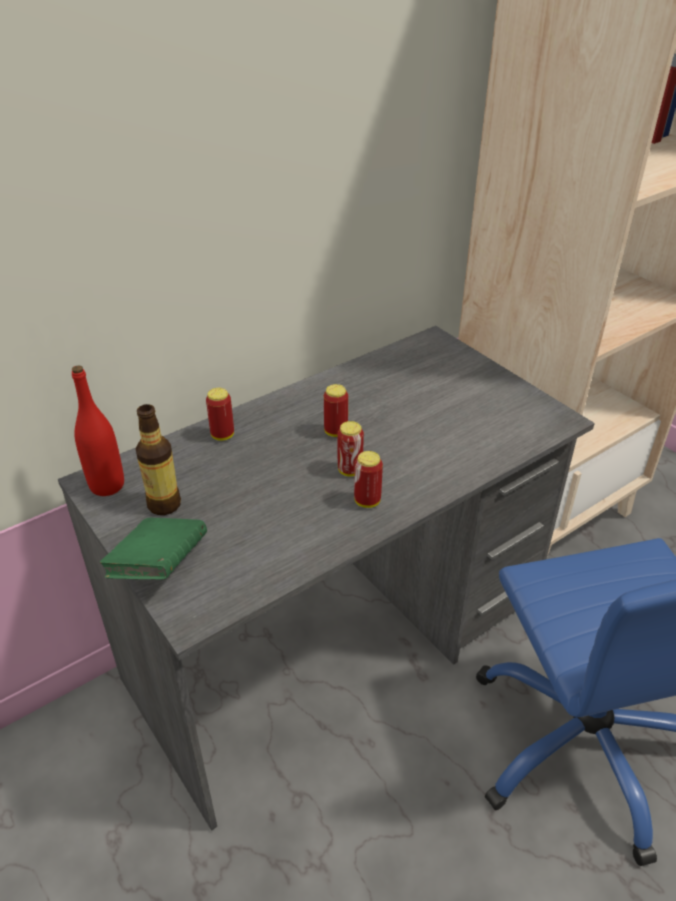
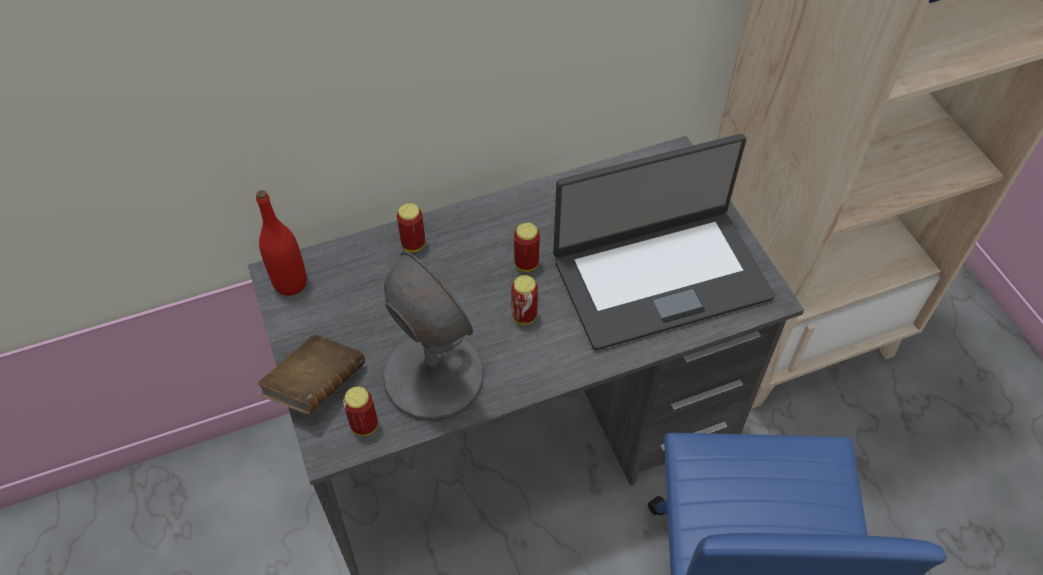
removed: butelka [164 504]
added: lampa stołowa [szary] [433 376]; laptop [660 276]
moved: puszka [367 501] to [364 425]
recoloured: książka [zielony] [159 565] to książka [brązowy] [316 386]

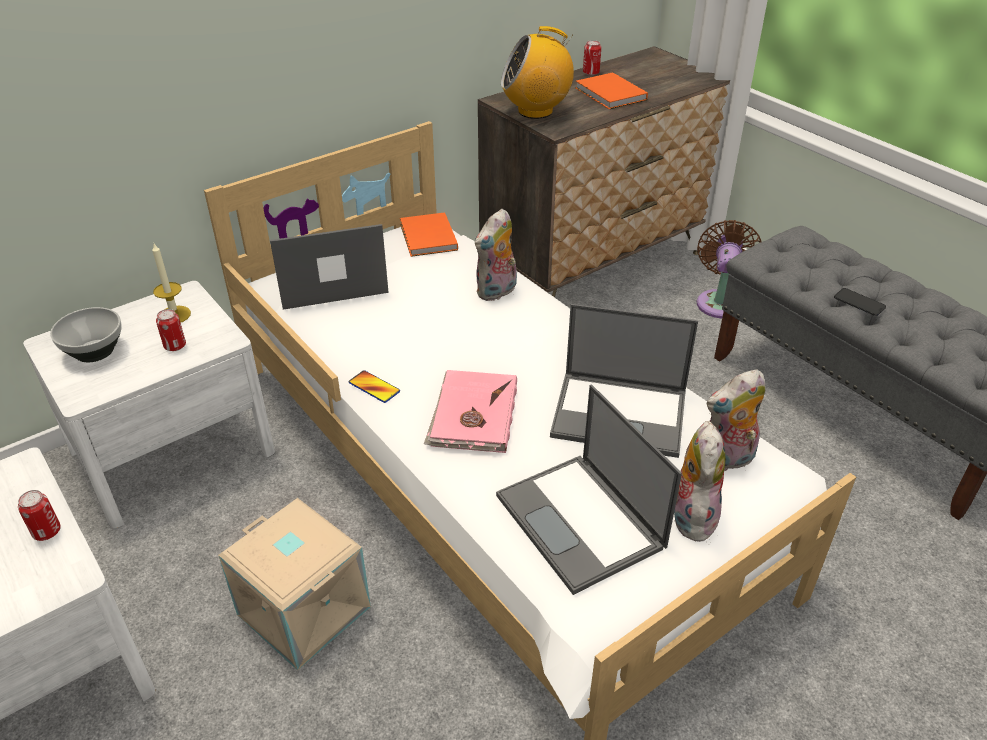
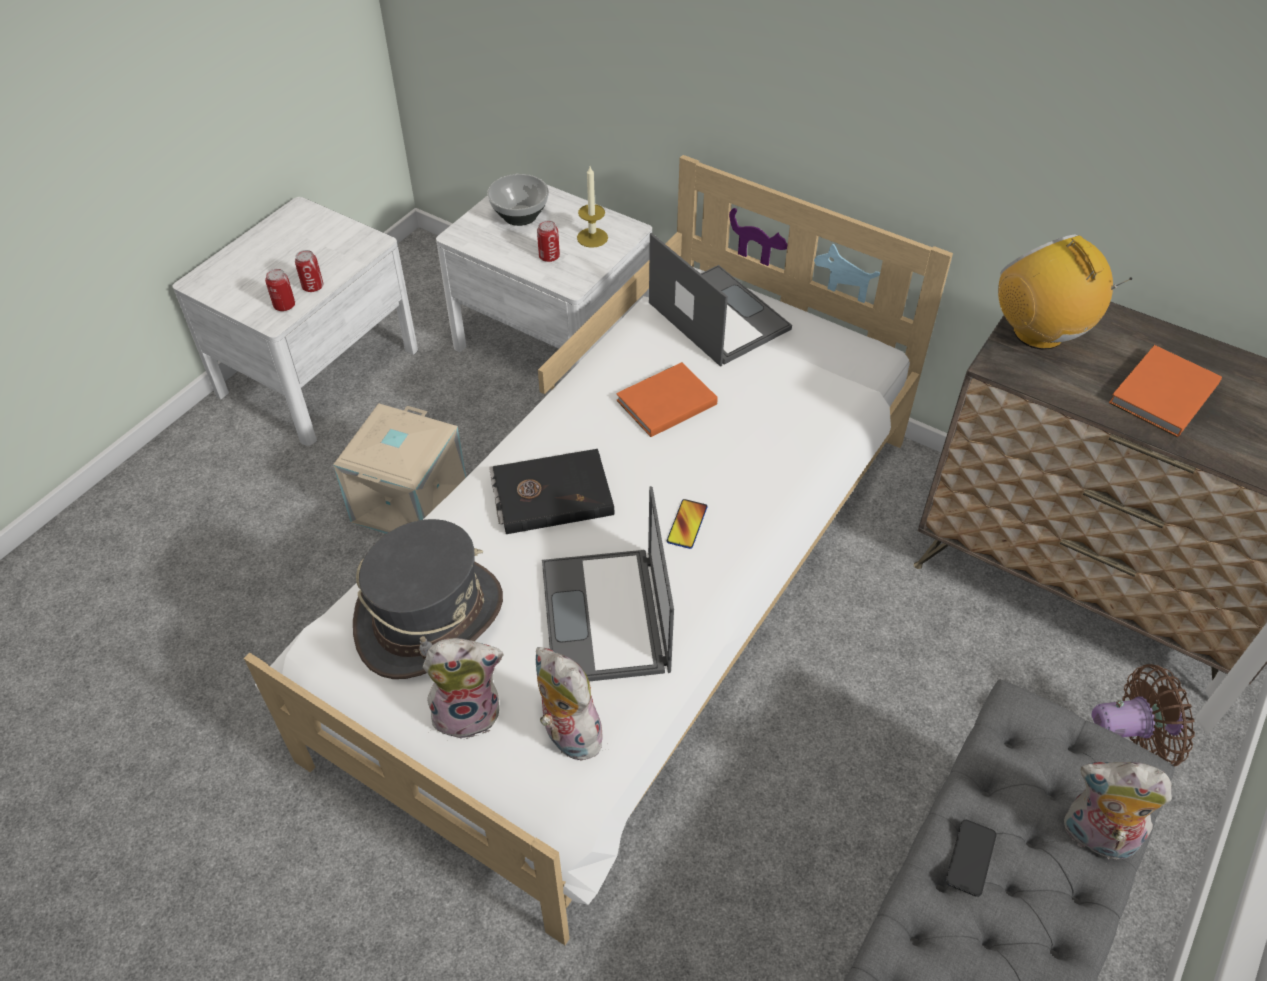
moved: puszka [591 73] to [284 305]; książka [pomarańczowy] [427 238] to [663 402]; telefon [374 387] to [687 524]; pluszak [497 292] to [1095 837]
replaced: laptop [581 522] to kapelusz [szary] [430 619]
recoloured: książka [różowy] [472 415] to książka [czarny] [551 493]

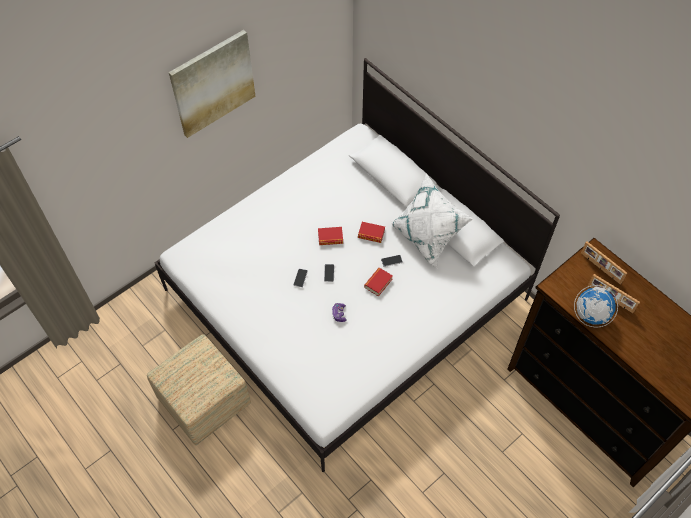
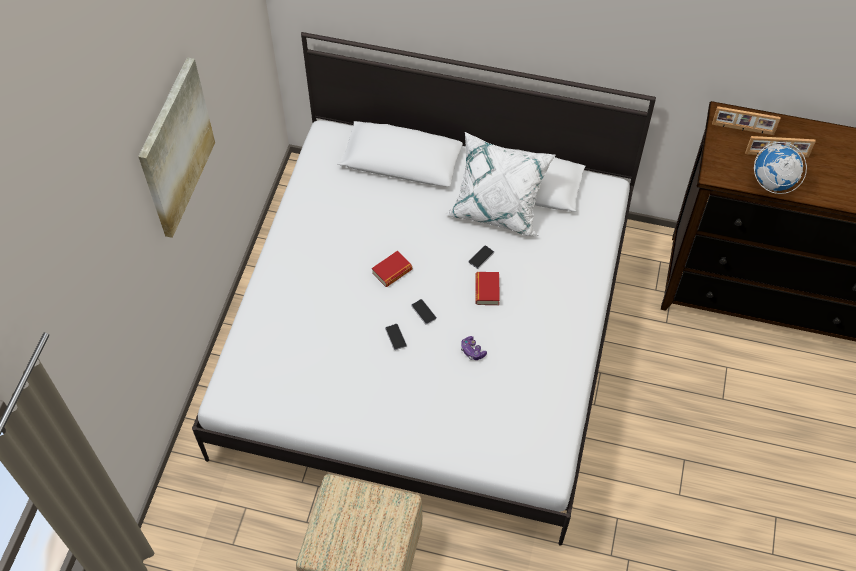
removed: książka [371 234]

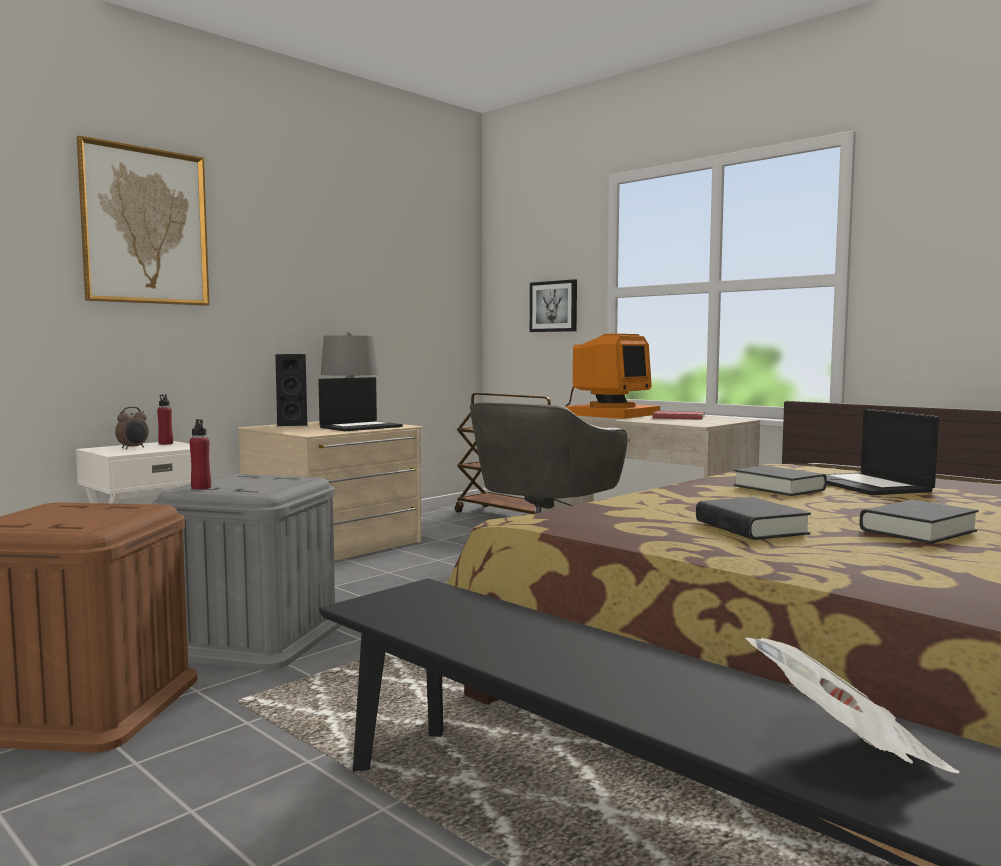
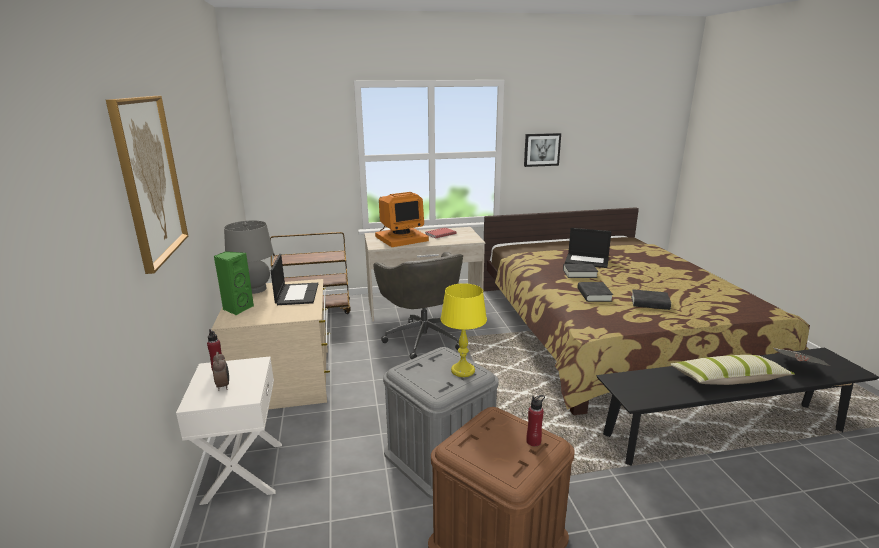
added: lampa stołowa [żółty] [462 370]; poduszka [728 379]
moved: obraz [554 306] to [541 149]; butelka [czerwony] [201 488] to [533 441]; książka [czarny] [917 530] to [594 295]
recoloured: głośnik [czarny] [293 424] to głośnik [zielony] [237 308]
turned: monitor [610 414] = [401 238] 75 degrees clockwise

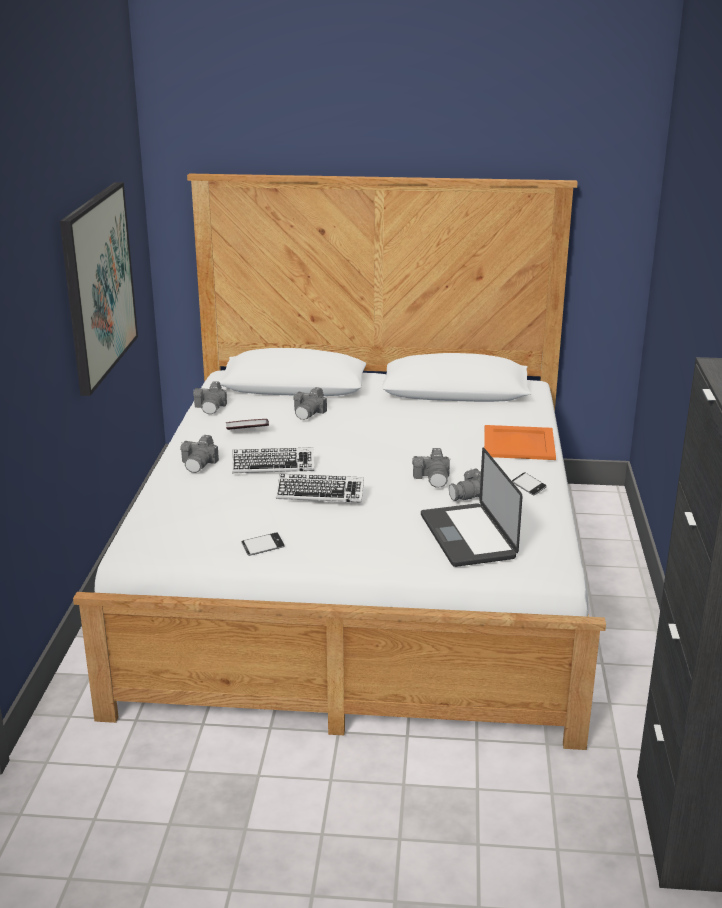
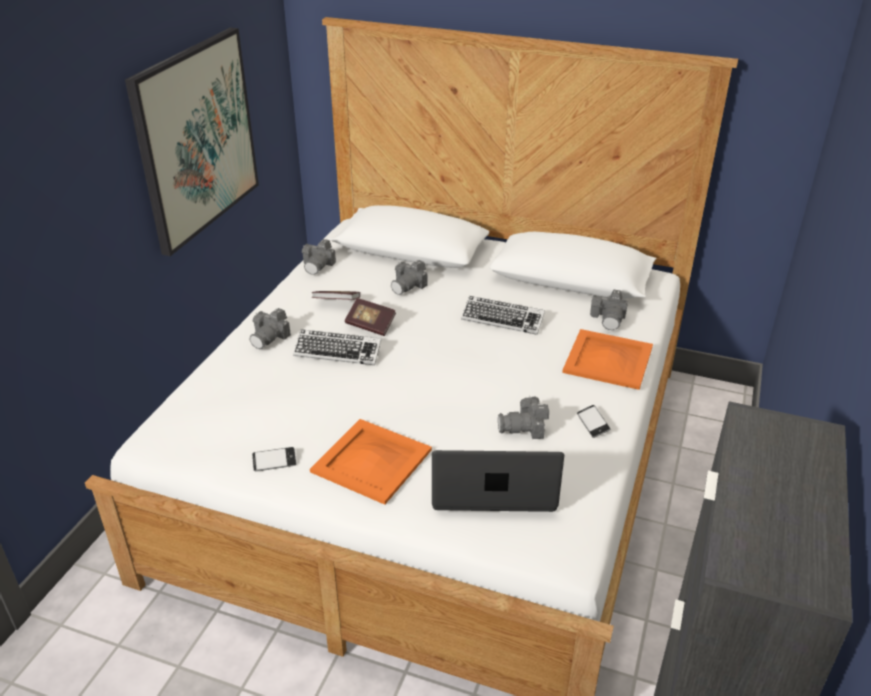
added: taca [pomarańczowy] [370 461]; książka [370 325]
moved: klawiatura [320 493] to [502 319]; aparat fotograficzny [433 478] to [609 319]
turned: laptop [467 536] = [493 486] 90 degrees clockwise

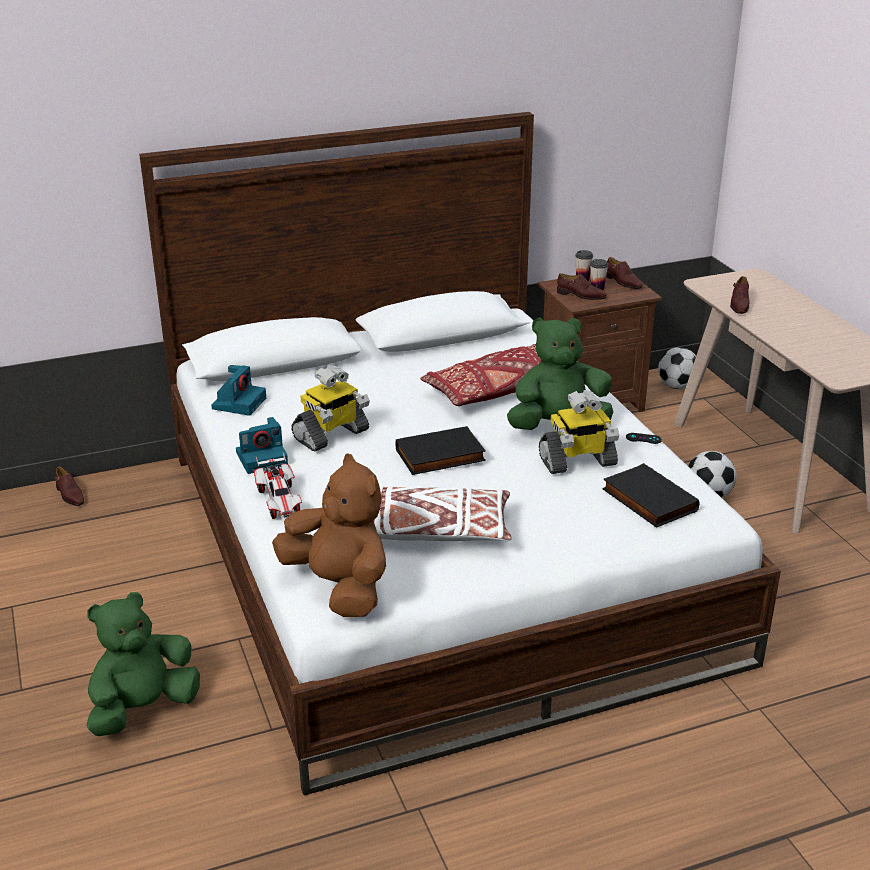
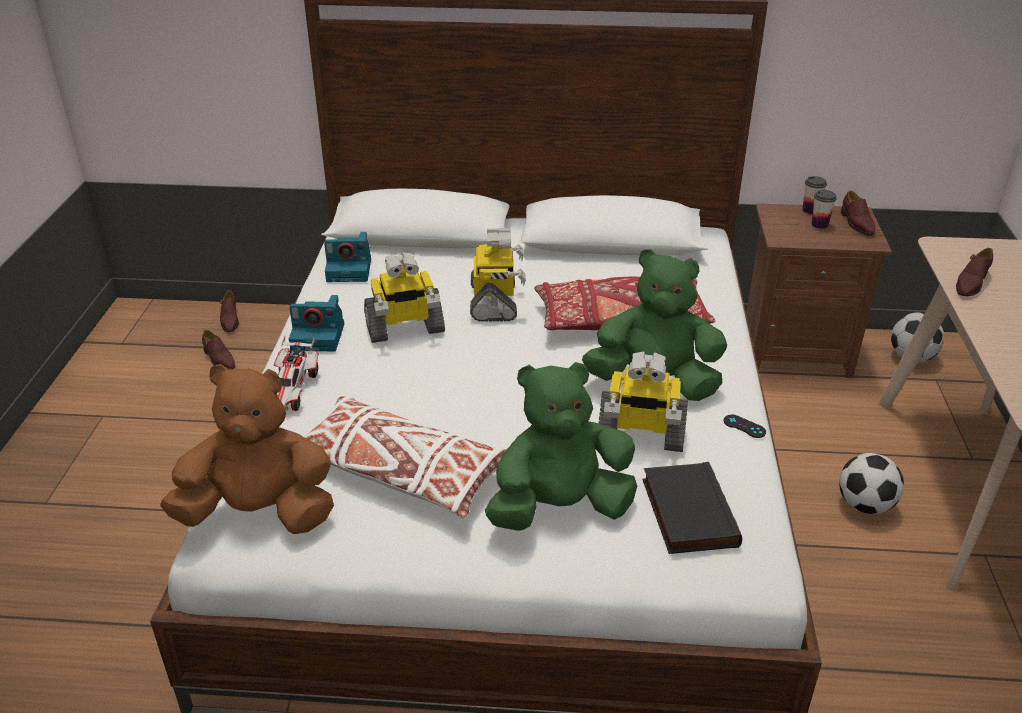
removed: książka [czarny] [440 456]
added: robot zabawkowy [495 302]
moved: but [brązowy] [581 295] to [219 359]; pluszak [zielony] [143 708] to [559 508]
turned: pluszak [brązowy] [339 587] = [260 513] 75 degrees counterclockwise; aparat fotograficzny [239 403] = [350 270] 45 degrees clockwise

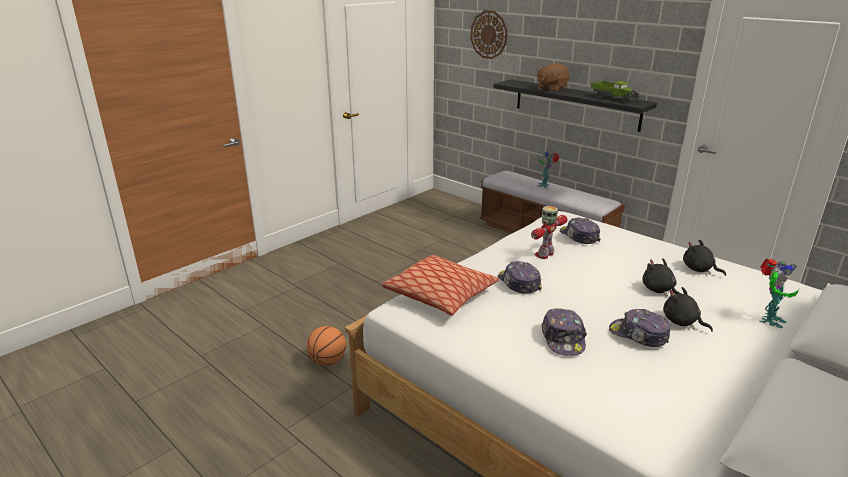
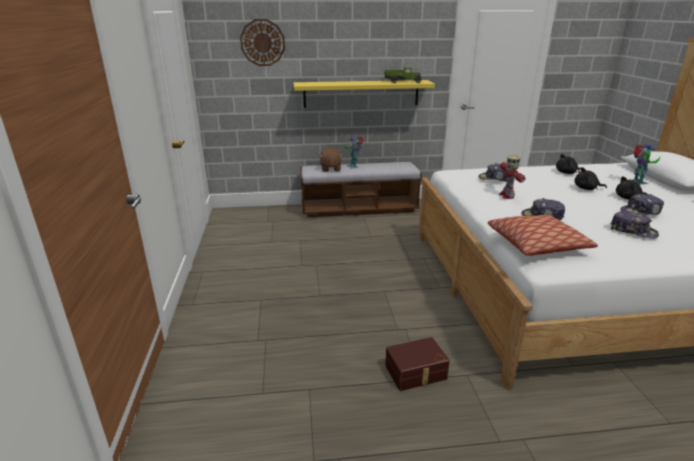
moved: pluszak [brązowy] [551 89] to [330 168]
replaced: piłka do koszykówki [327 361] to pojemnik do przechowywania [brązowy] [416 373]
recoloured: półka [czarny] [576 104] to półka [żółty] [361 93]

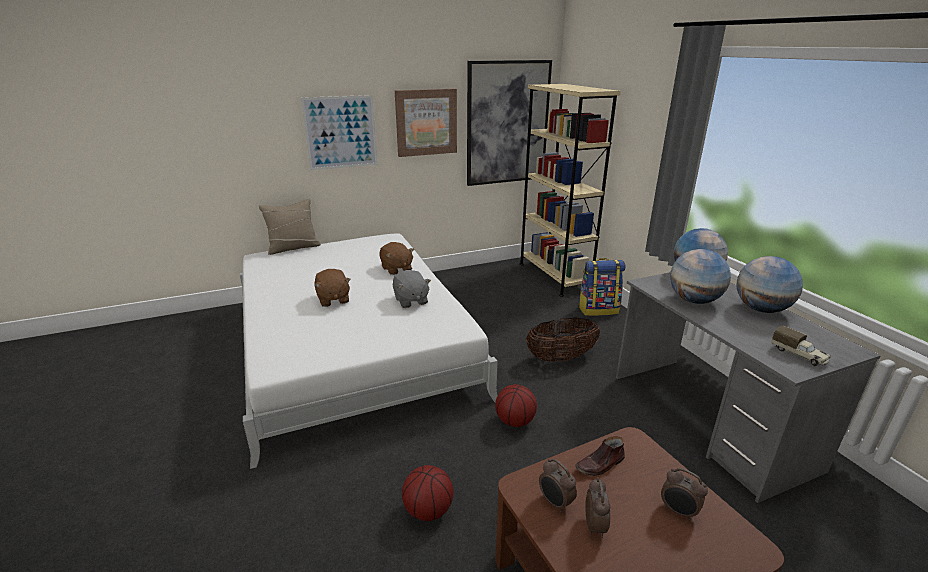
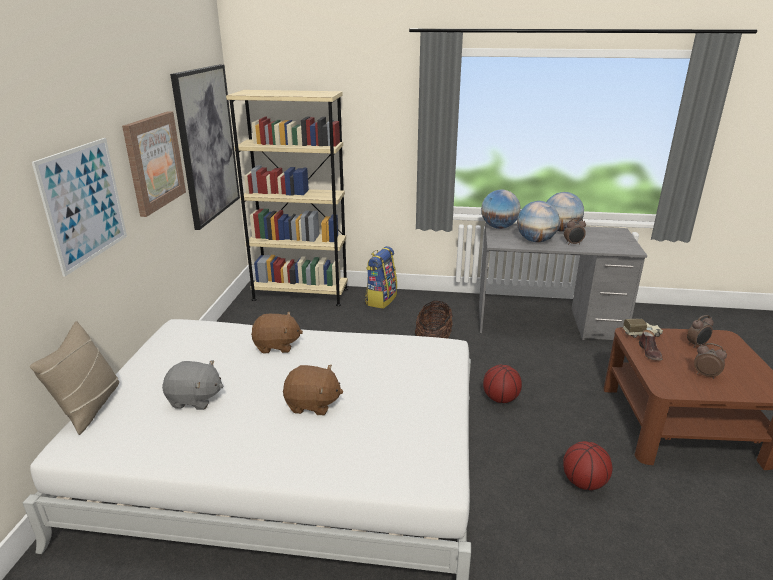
moved: pluszak [szary] [410 301] to [195 399]; budzik [555 503] to [573 244]; ciężarówka zabawkowa [798 355] to [642 334]

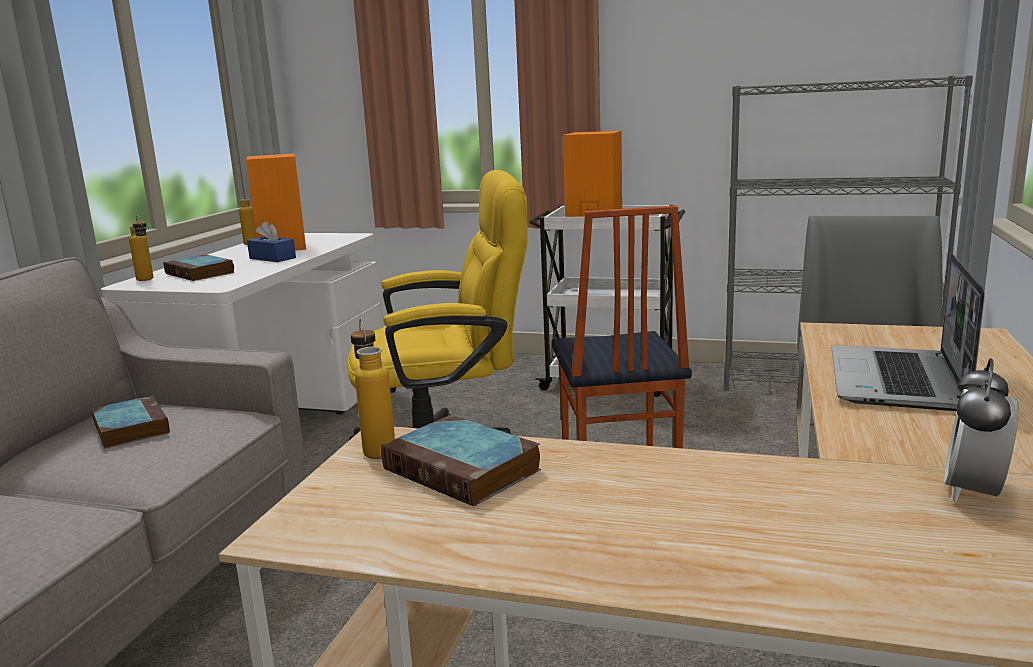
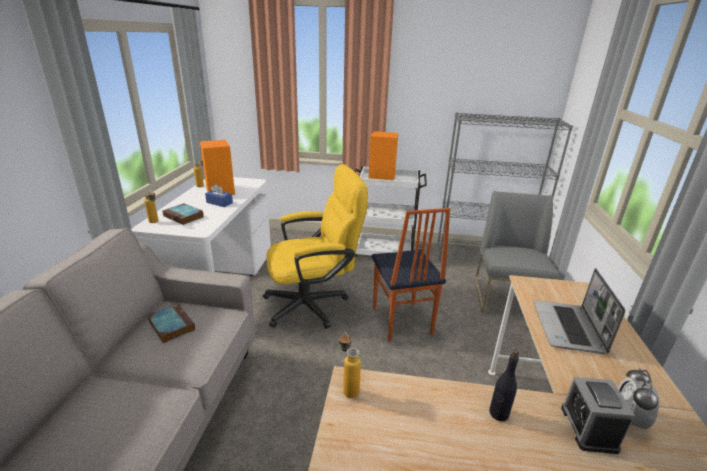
removed: książka [465 470]
added: butelka [czarny] [498 413]; budzik [588 428]

